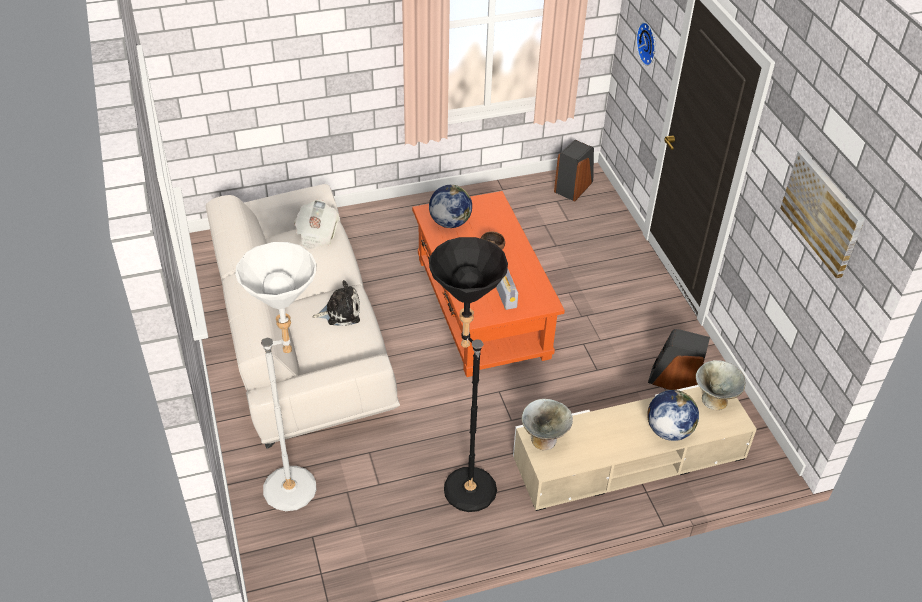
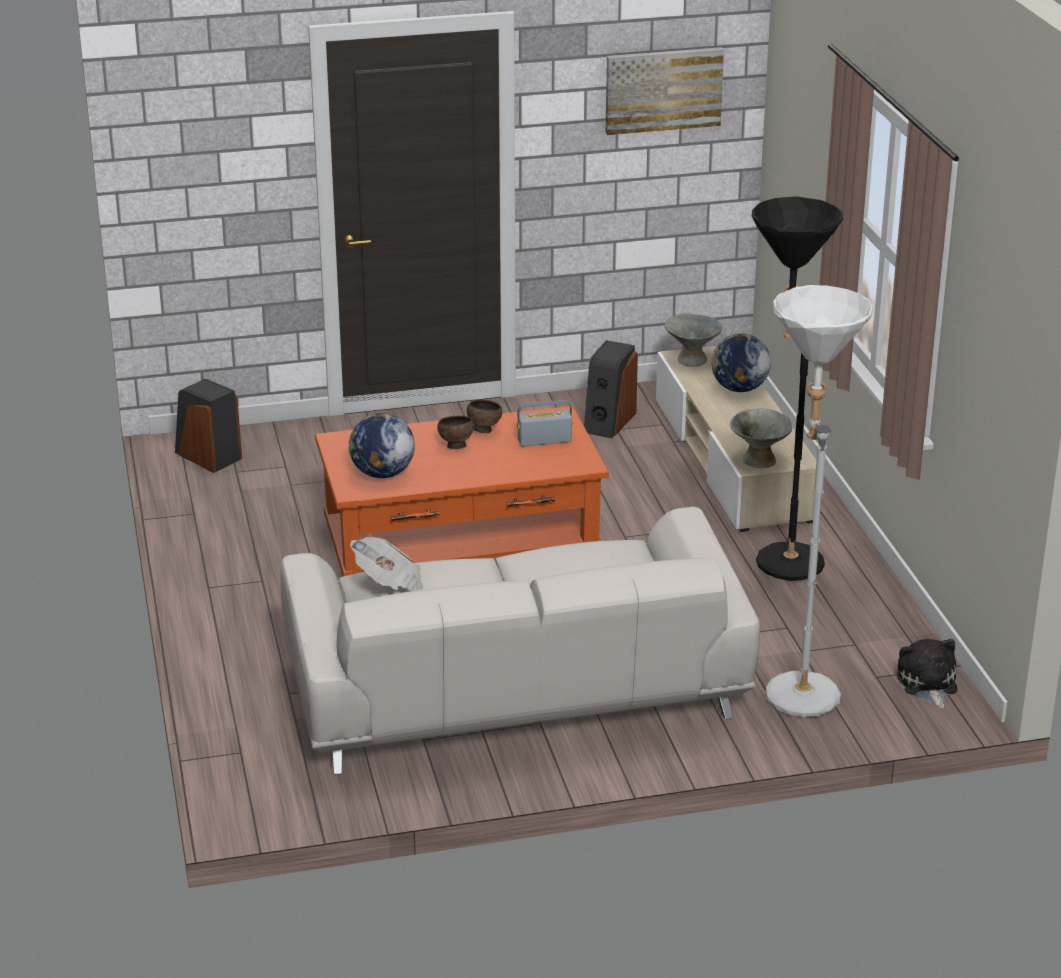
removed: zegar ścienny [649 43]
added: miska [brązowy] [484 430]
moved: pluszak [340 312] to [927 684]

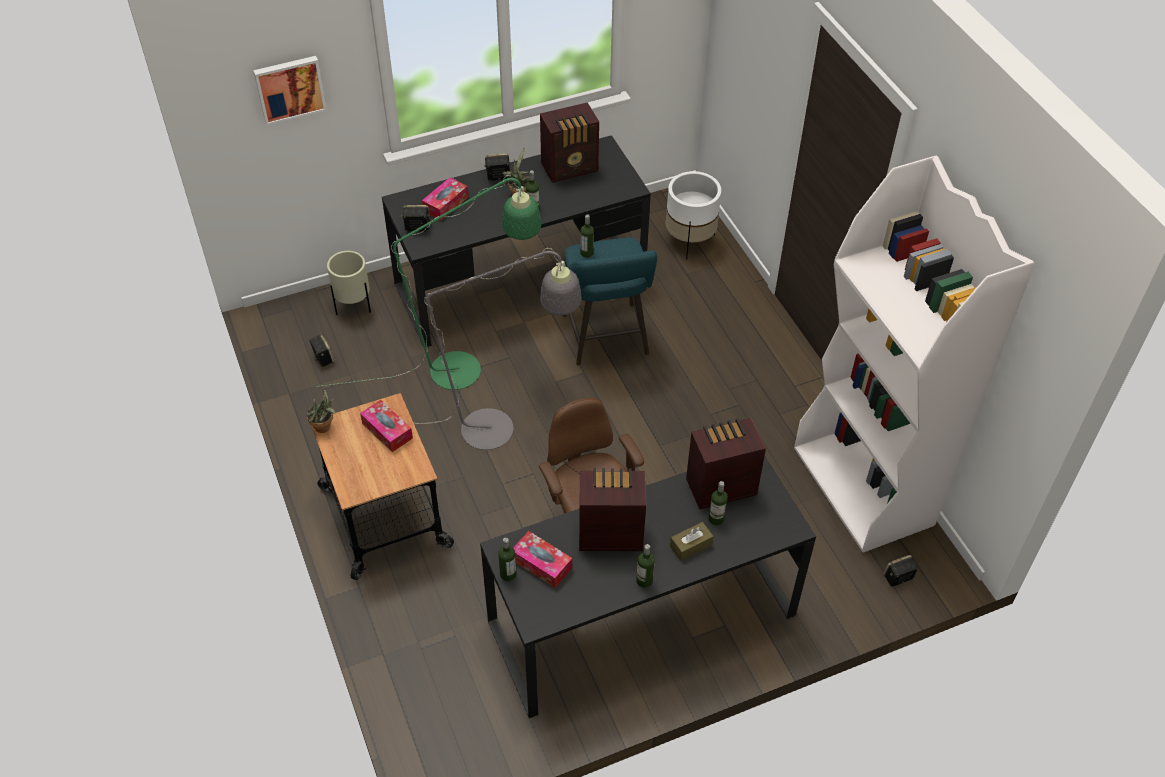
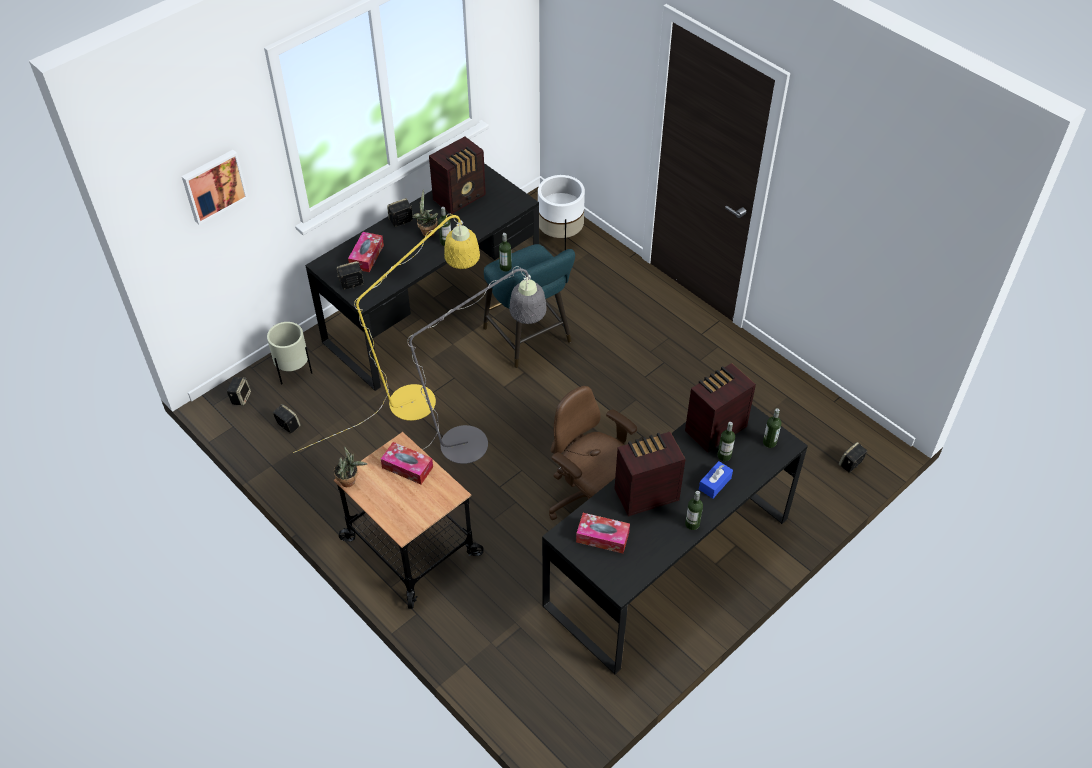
removed: regał [biały] [864 487]
added: głośnik [241 397]
moved: butelka [508 574] to [769 442]
recoloured: lampa stojąca [zielony] [469 368] to lampa stojąca [żółty] [423 397]; pudełko chusteczek [brązowy] [691 545] to pudełko chusteczek [niebieski] [715 483]

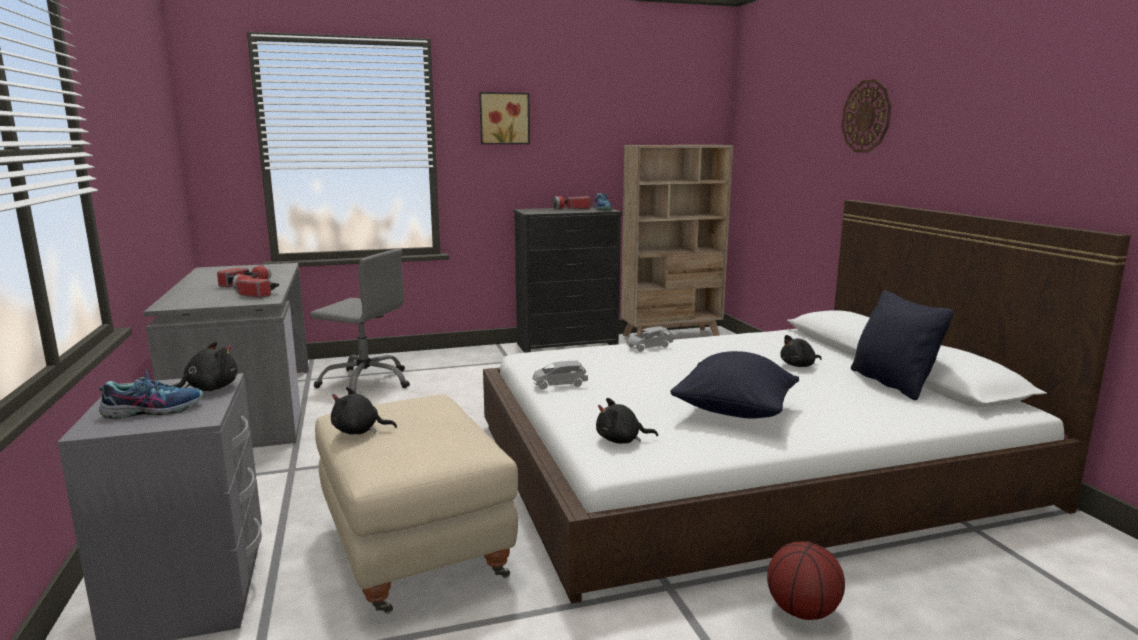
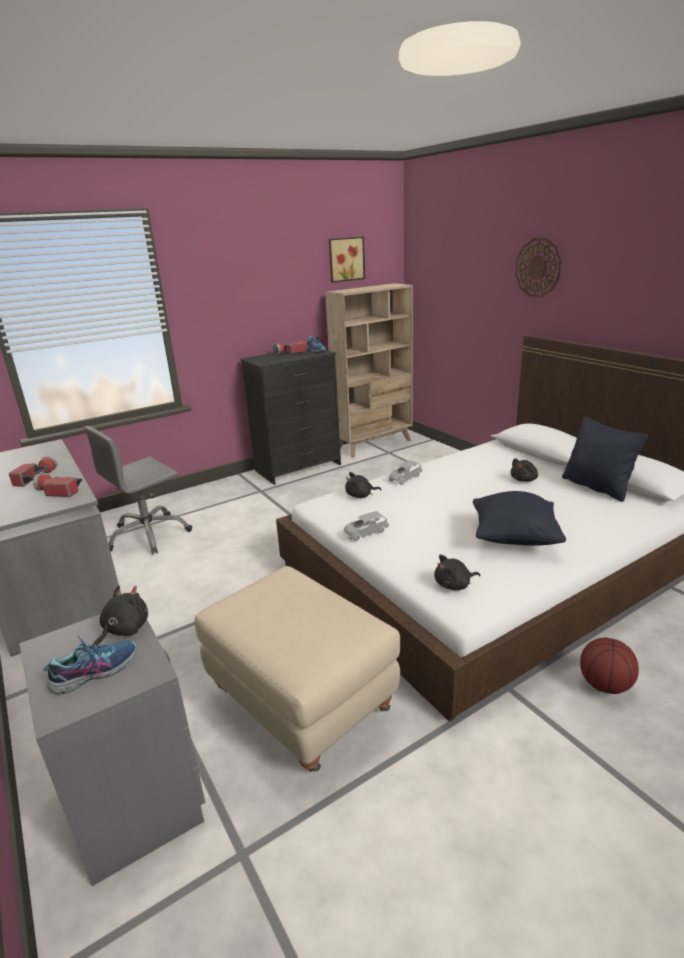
moved: obraz [504 118] to [345 259]; pluszak [czarny] [359 431] to [360 495]
turned: krzesło biurowe [szary] [366 382] = [149 535] 135 degrees clockwise

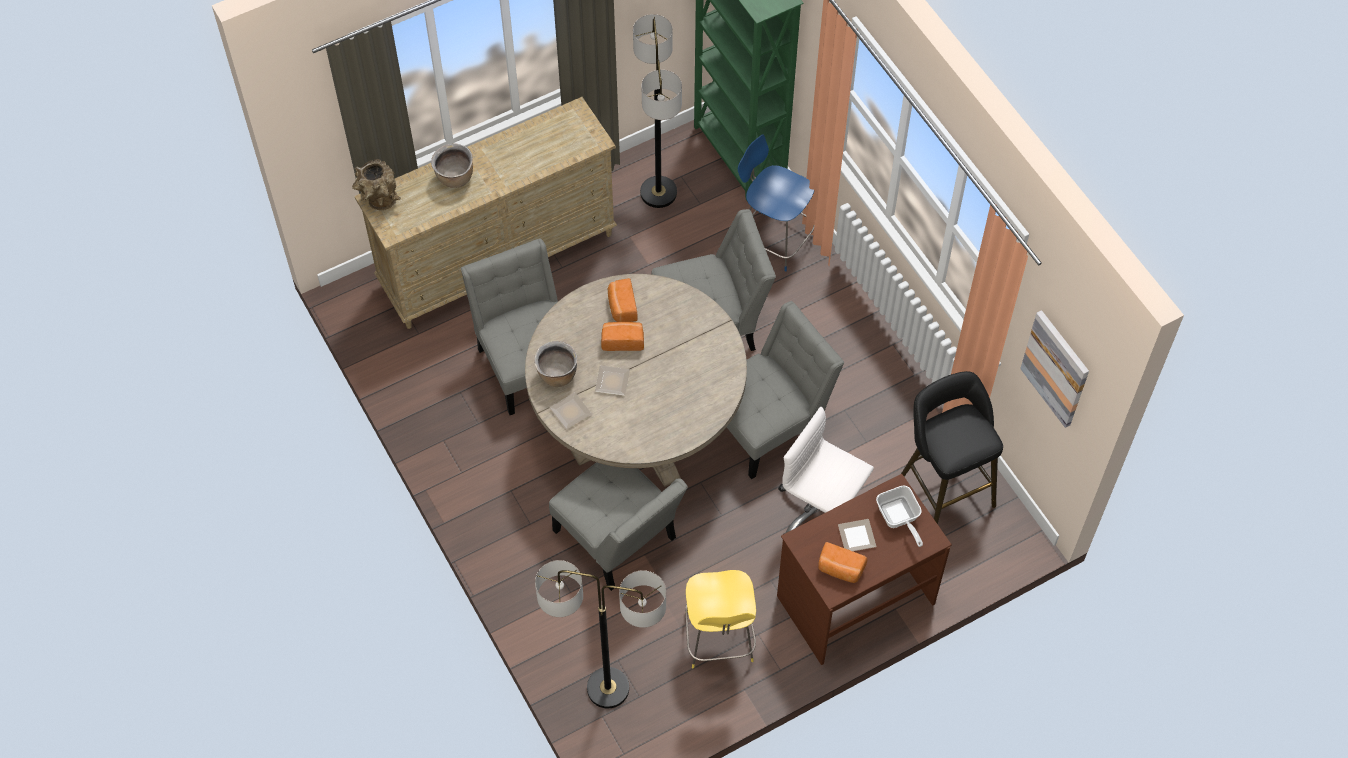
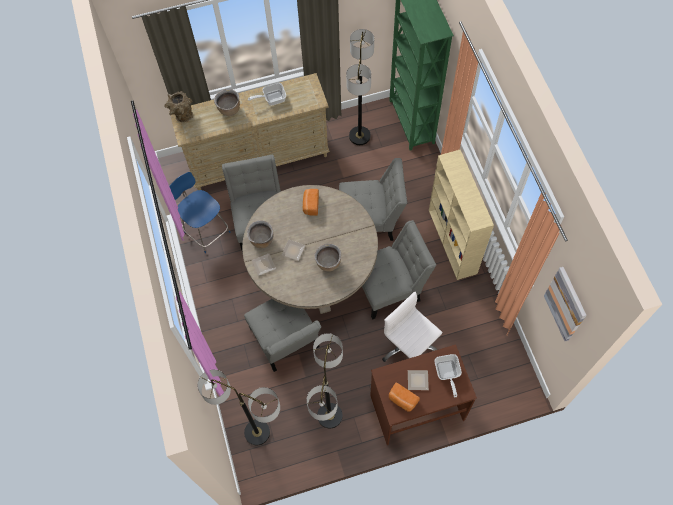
removed: chleb [622 341]; stołek [czarny] [943 488]
added: patelnia [271 99]; garnek [brązowy] [328 263]; regał [beżowy] [453 242]
moved: stołek [niebieski] [774 238] to [206 231]
replaced: stołek [żółty] [719 640] to lampa stojąca [329 416]

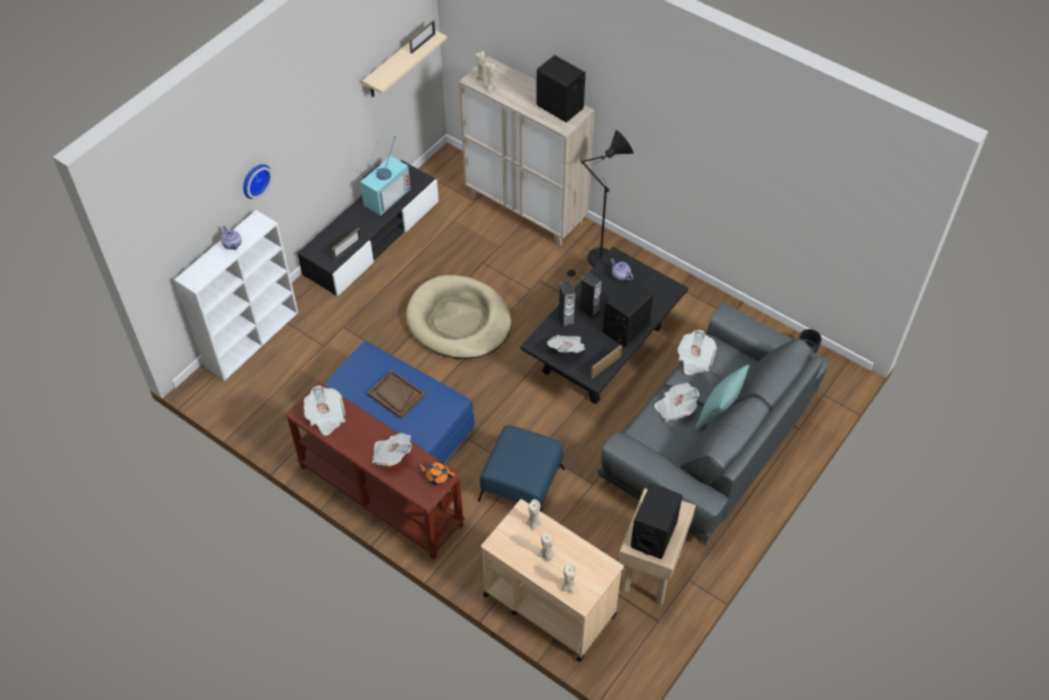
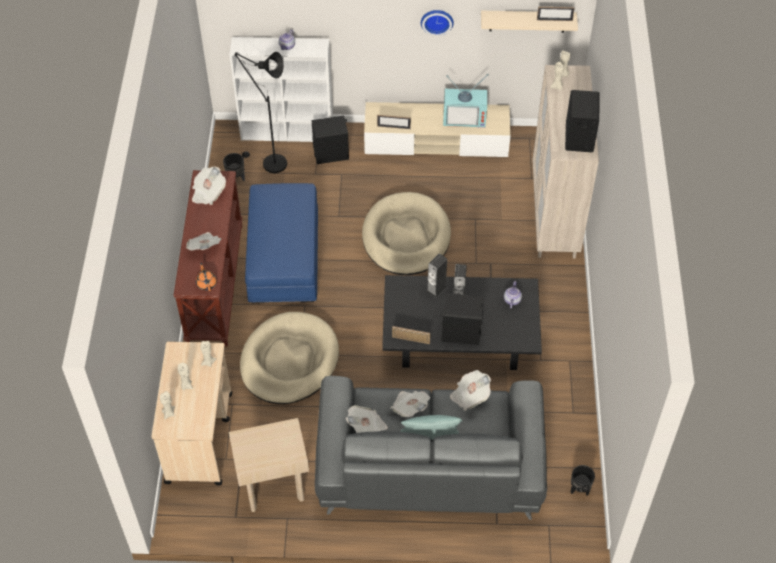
removed: taca [brązowy] [396 395]
added: donica [czarny] [236 178]
moved: lampa stojąca [czarny] [596 261] to [270 163]; głośnik [czarny] [653 534] to [331 153]; gazeta [567 349] to [367 427]; zegar ścienny [254 180] to [437 20]
replaced: pufa [niebieski] [521 485] to legowisko [beżowy] [289 361]
recoloured: szafka pod telewizor [czarny] [372 238] to szafka pod telewizor [beżowy] [436 141]

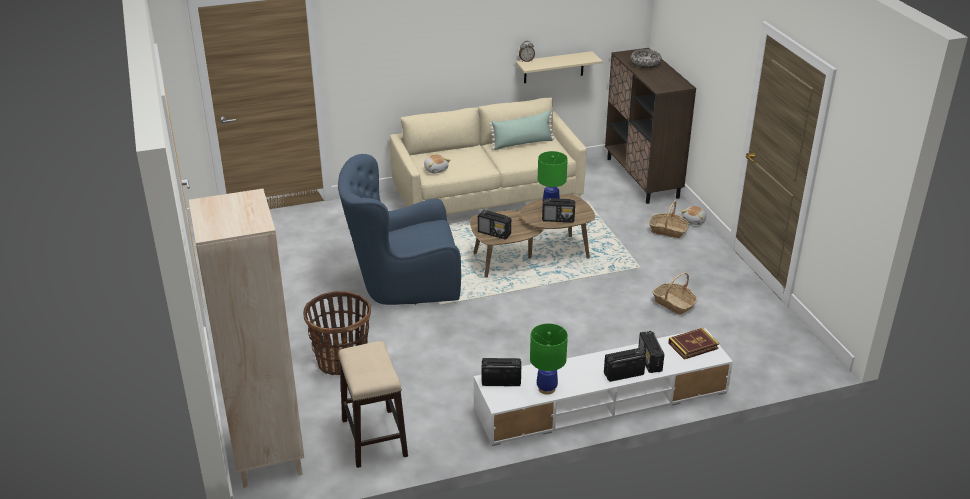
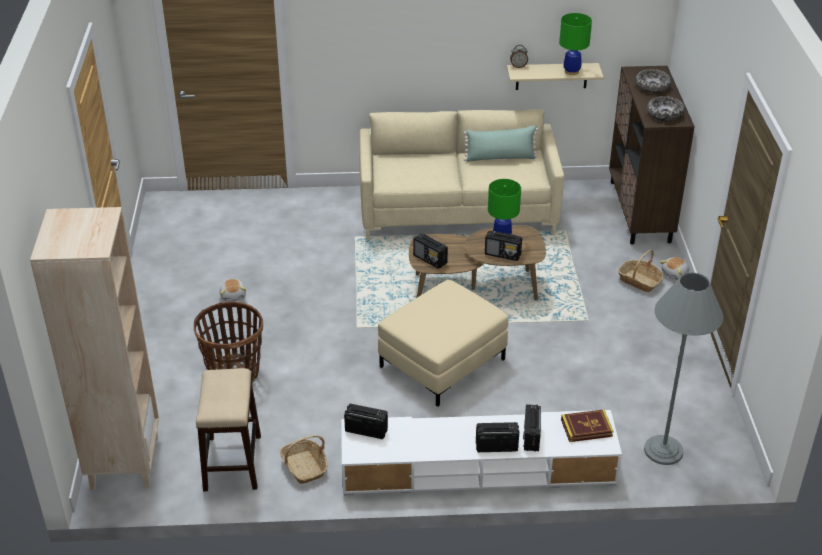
removed: fotel [niebieski] [402 283]
added: pufa [beżowy] [442 362]; lampa stojąca [szary] [663 450]; miska [665 114]
moved: pluszak [436 169] to [233 295]; koszyk [674 303] to [304 467]; lampa stołowa [zielony] [546 388] to [571 71]

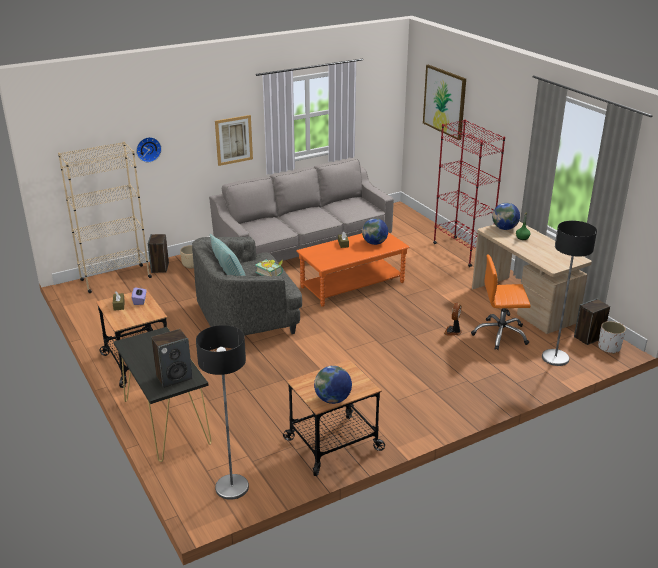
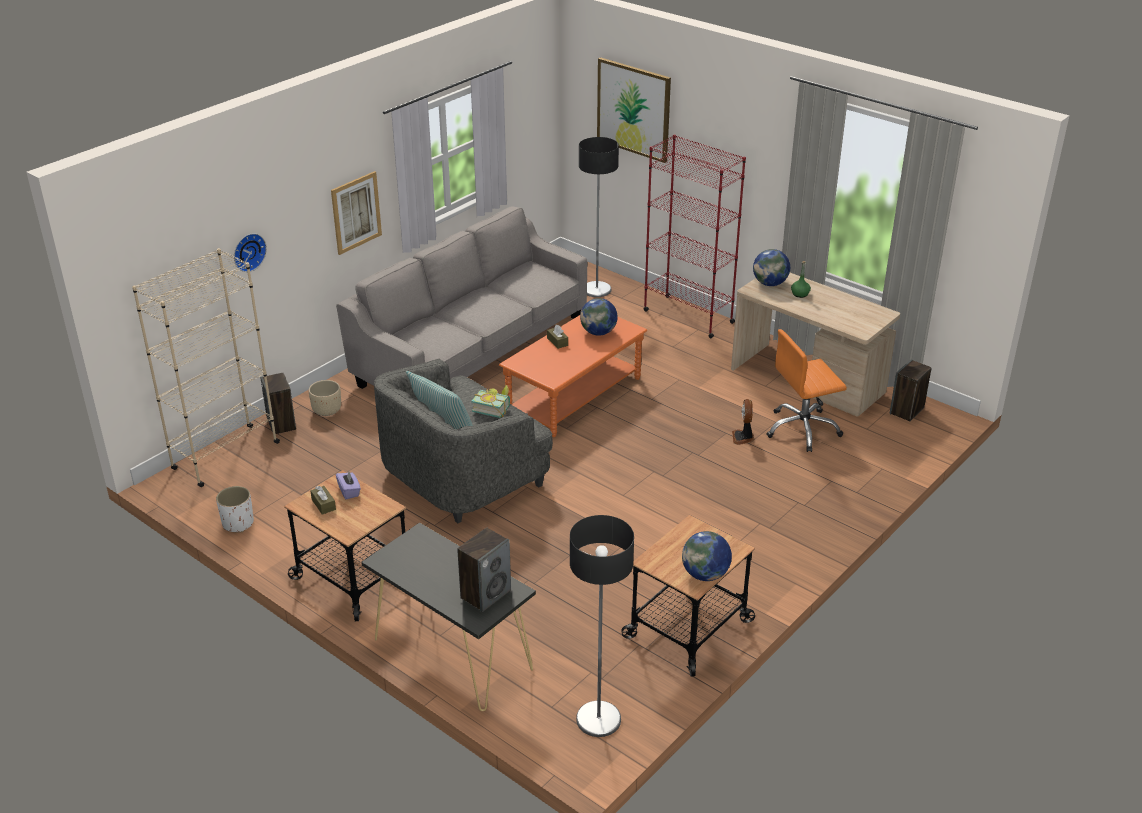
moved: donica [biały] [609 347] to [238 523]; lampa stojąca [555 358] to [597 290]

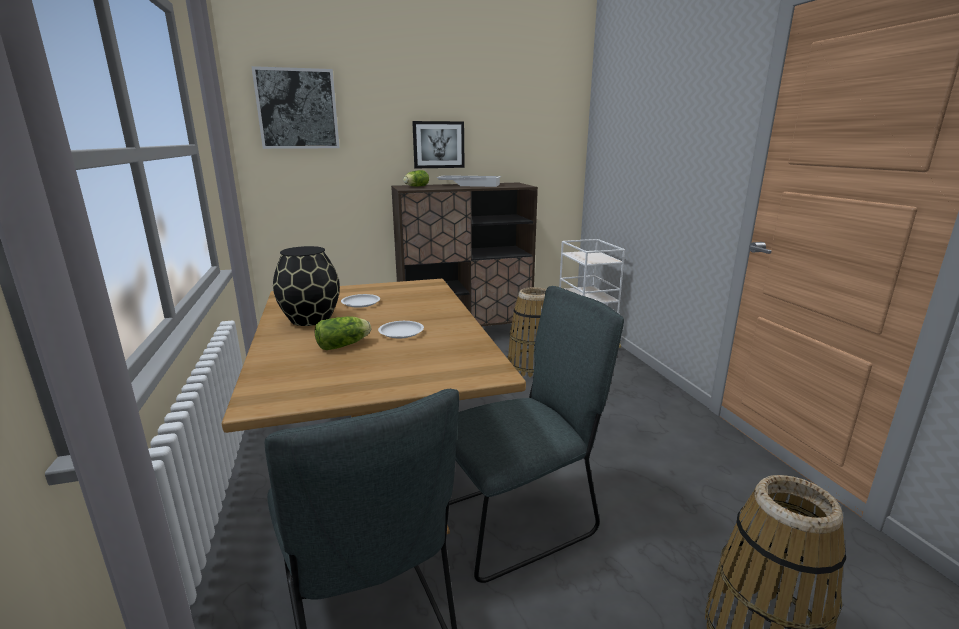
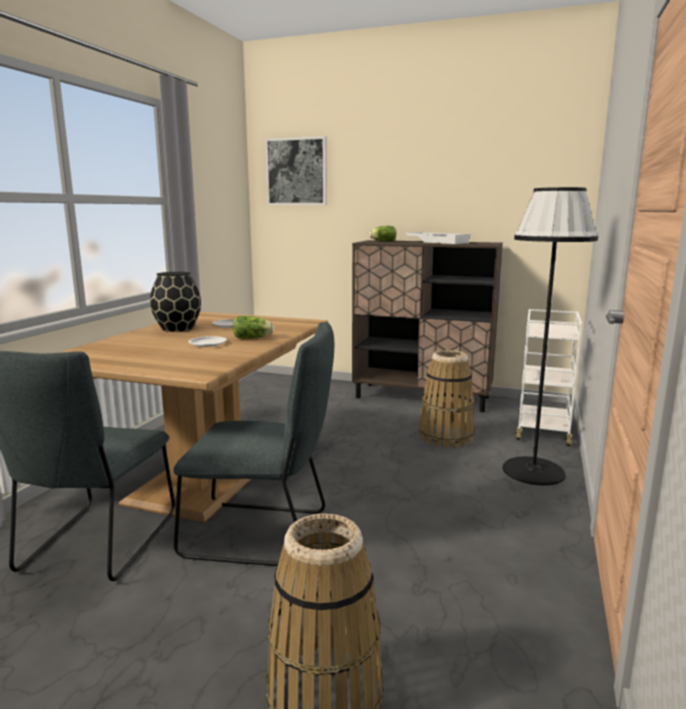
removed: obraz [438 144]
added: lampa stojąca [czarny] [533 471]
moved: sałata [345 345] to [254 338]

